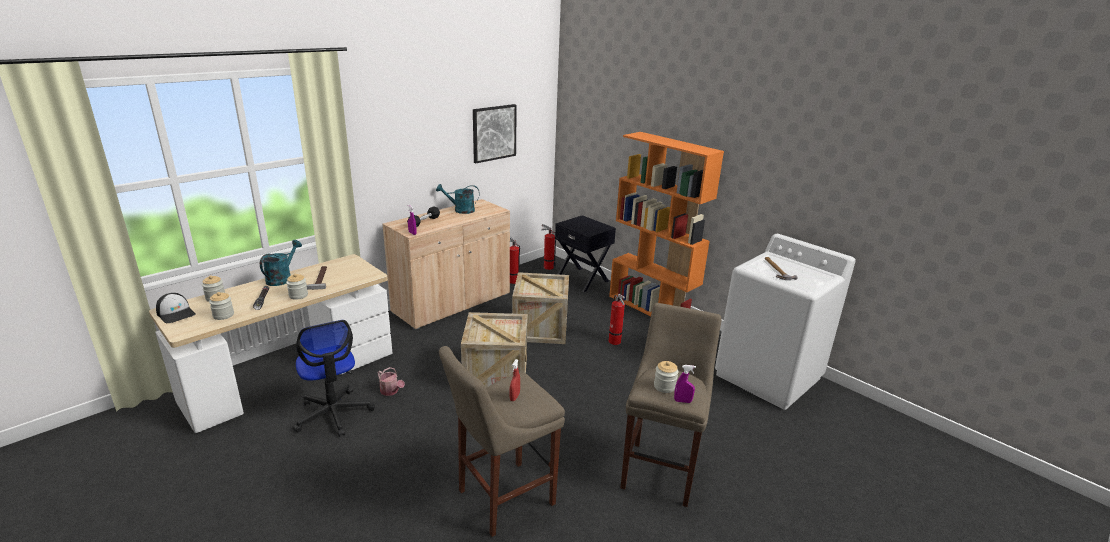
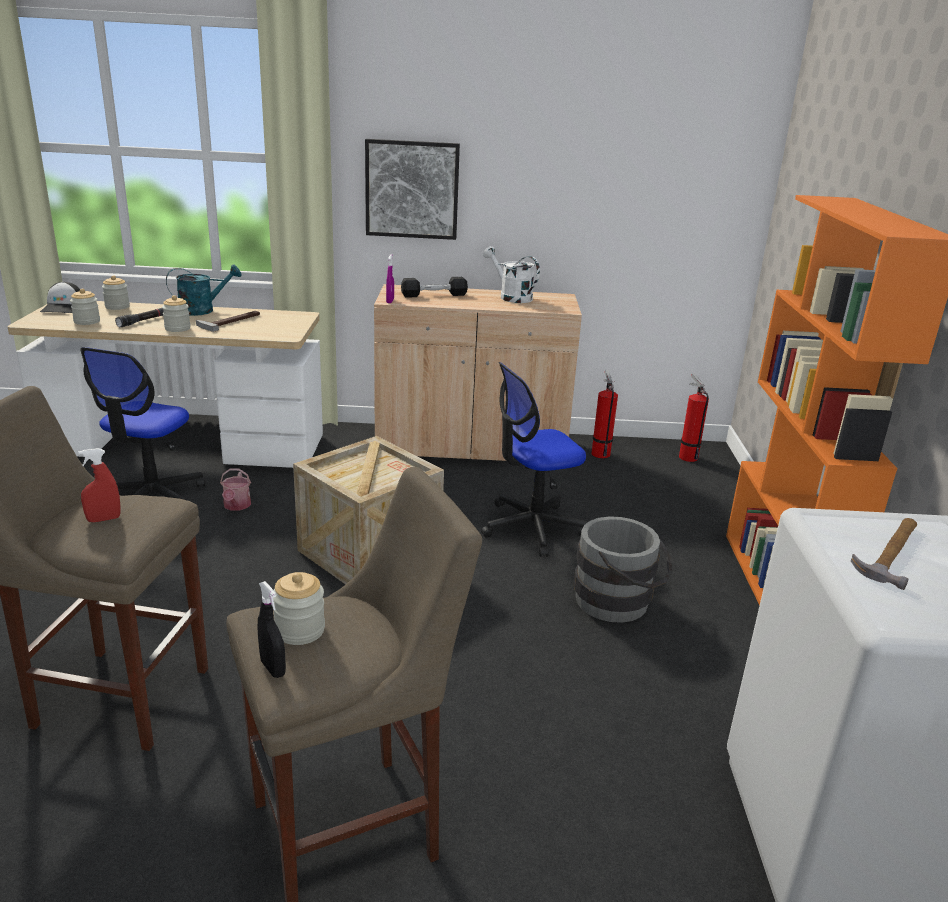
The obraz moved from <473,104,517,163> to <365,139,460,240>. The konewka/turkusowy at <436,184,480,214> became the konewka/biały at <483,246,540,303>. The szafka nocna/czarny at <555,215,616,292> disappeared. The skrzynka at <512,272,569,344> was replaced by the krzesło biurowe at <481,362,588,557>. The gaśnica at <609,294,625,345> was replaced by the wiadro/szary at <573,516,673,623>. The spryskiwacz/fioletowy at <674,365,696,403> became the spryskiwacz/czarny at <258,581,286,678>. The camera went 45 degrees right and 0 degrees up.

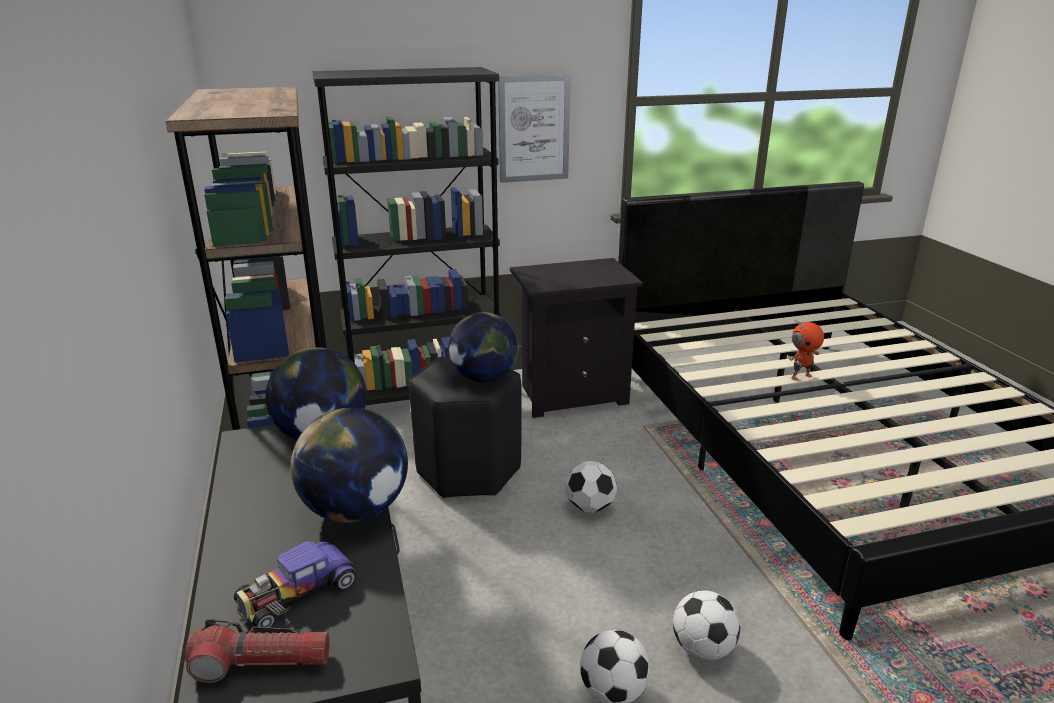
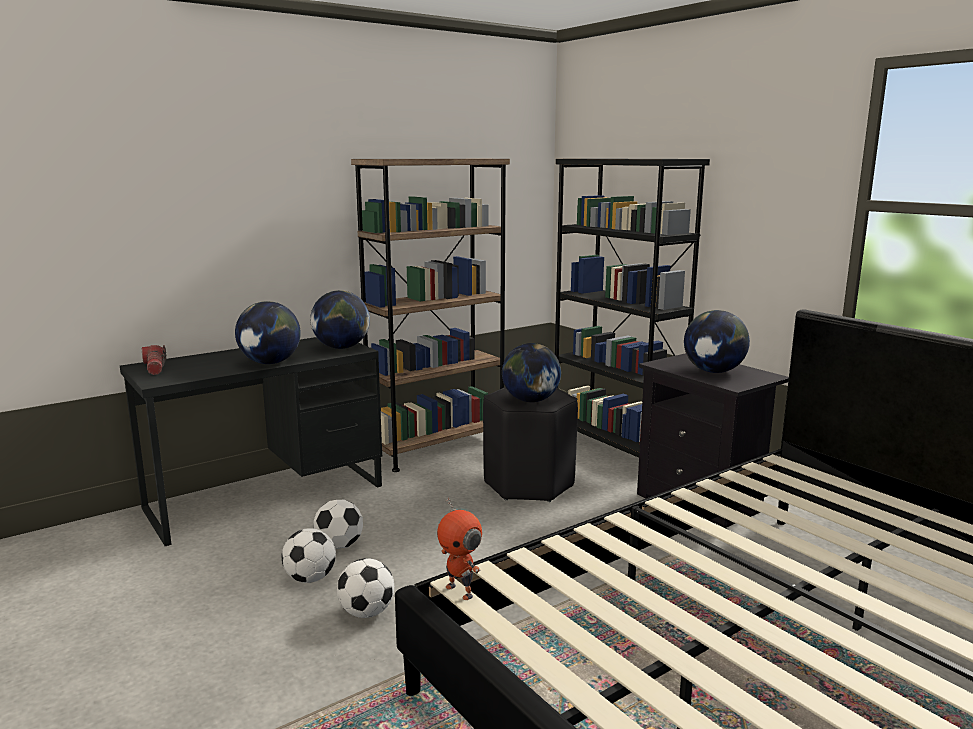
The obraz at <498,74,571,183> disappeared. The robot zabawkowy moved from <789,321,824,381> to <437,498,482,600>. The piłka futbolowa moved from <565,461,617,513> to <313,500,363,549>. The samochodzik at <234,541,356,628> disappeared. The globus at <684,310,750,373> appeared. The camera went 70 degrees right and 10 degrees down.

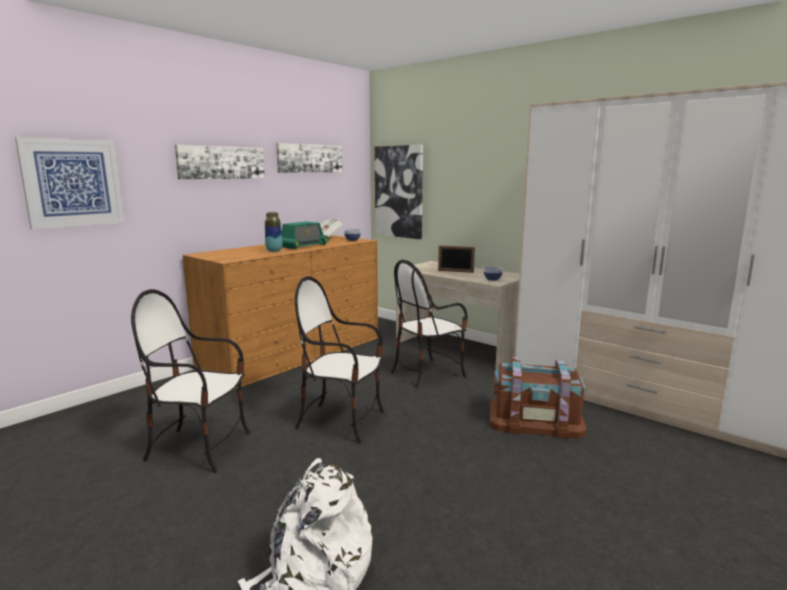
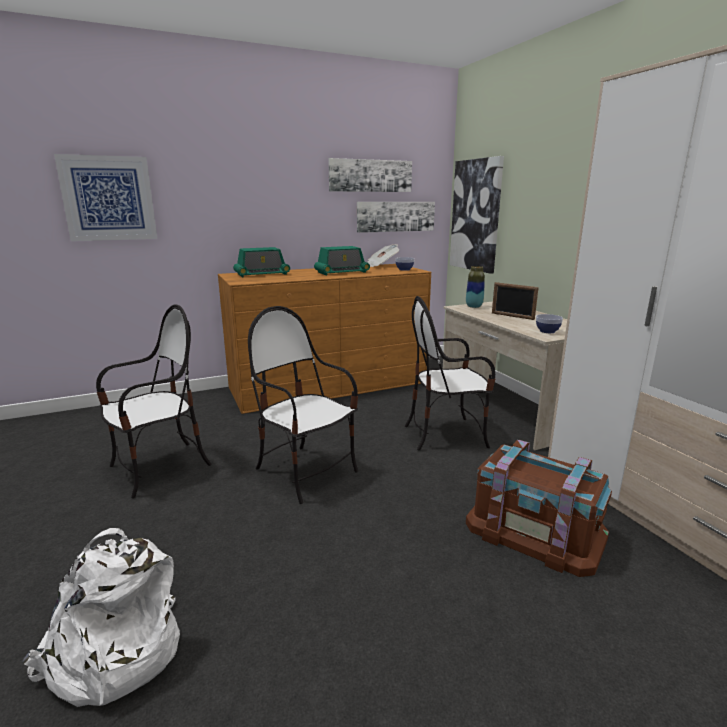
The obraz moved from <175,145,265,180> to <357,202,435,233>. The wazon moved from <265,212,283,252> to <466,266,485,308>. The krzesło at <131,289,250,473> turned 105 degrees clockwise. The radio at <233,247,290,277> appeared. The camera went 25 degrees right and 5 degrees up.

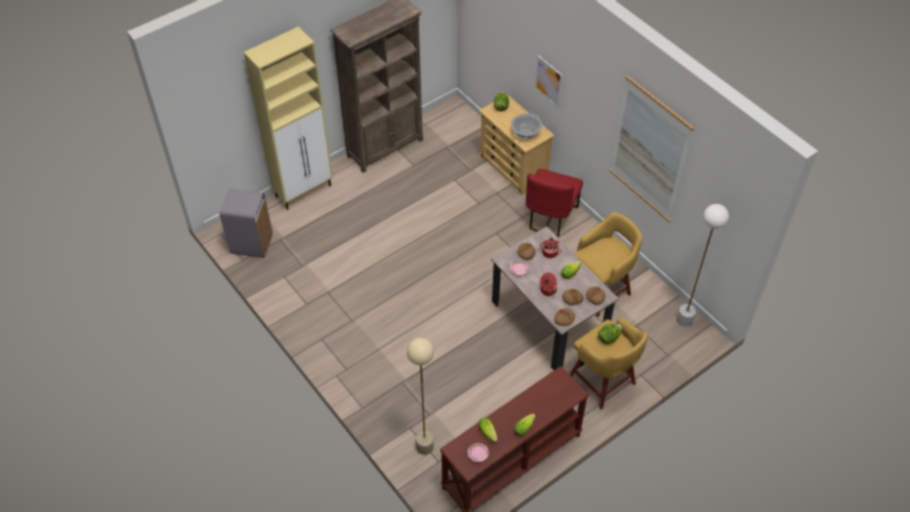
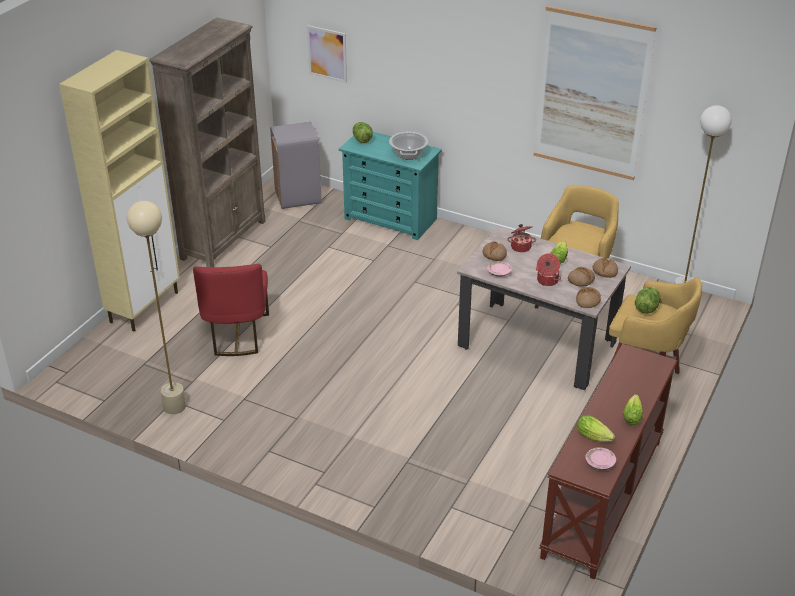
The obraz moved from <535,55,563,108> to <307,25,347,83>. The komoda/beżowy at <479,95,555,195> became the komoda/turkusowy at <339,132,442,240>. The krzesło/czerwony moved from <526,169,583,237> to <193,264,269,356>. The kosz na śmieci/szary moved from <220,189,273,258> to <270,122,322,209>. The lampa stojąca/beżowy moved from <407,338,434,455> to <127,201,186,414>. The camera went 25 degrees left and 15 degrees down.

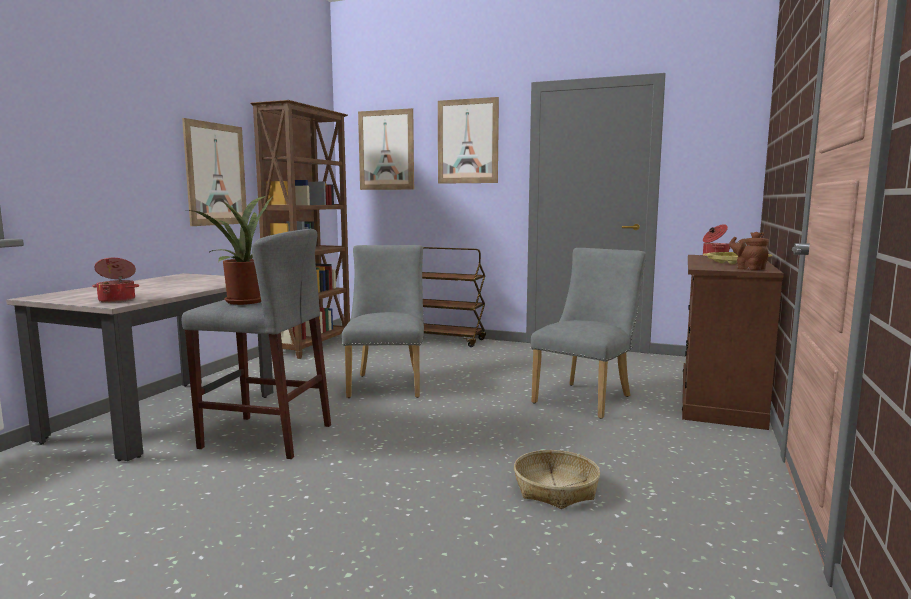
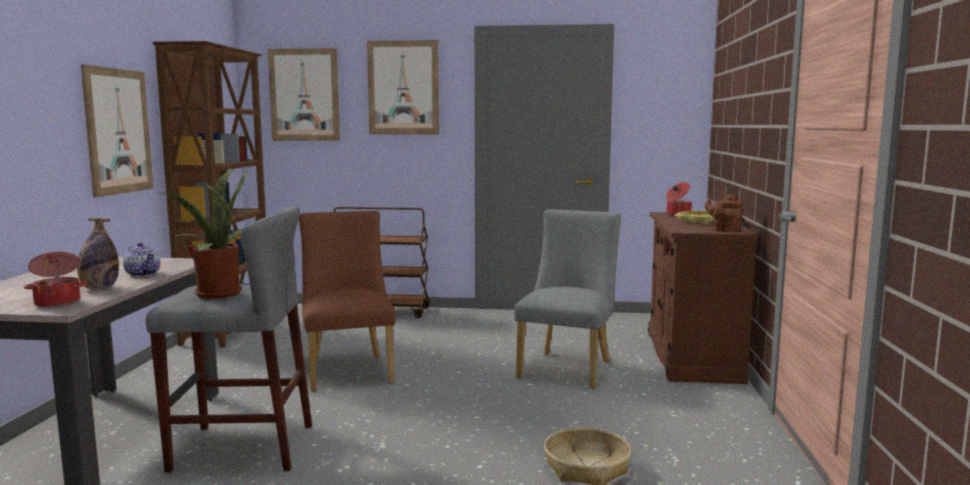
The krzesło/szary at <342,245,424,398> became the krzesło/brązowy at <299,211,396,392>. The butelka at <77,218,119,289> appeared. The imbryk at <123,242,160,277> appeared. The camera went 15 degrees left and 0 degrees up.

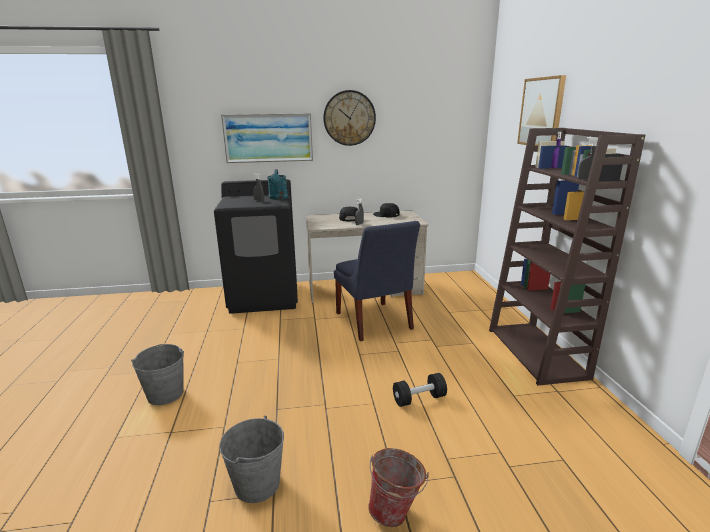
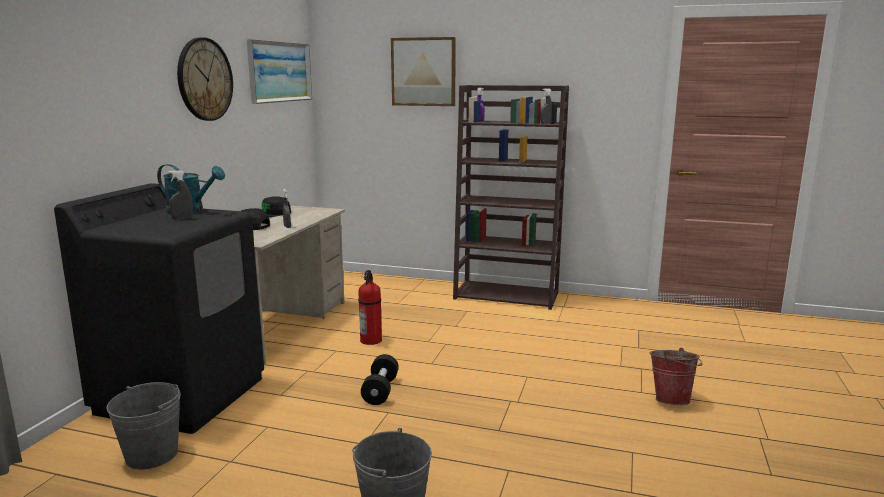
The obraz moved from <221,113,313,163> to <247,39,312,104>. The krzesło/niebieski at <334,221,420,341> was replaced by the gaśnica at <358,270,382,345>. The hantel/czarny moved from <393,373,447,407> to <361,354,399,405>. The wiadro/szary moved from <219,416,284,503> to <106,382,181,469>. The camera went 65 degrees left and 5 degrees down.

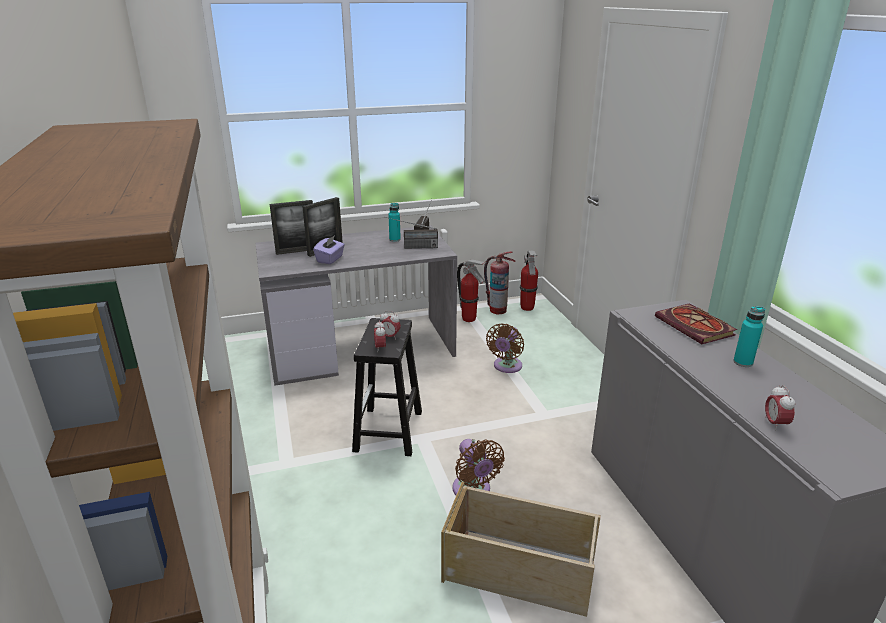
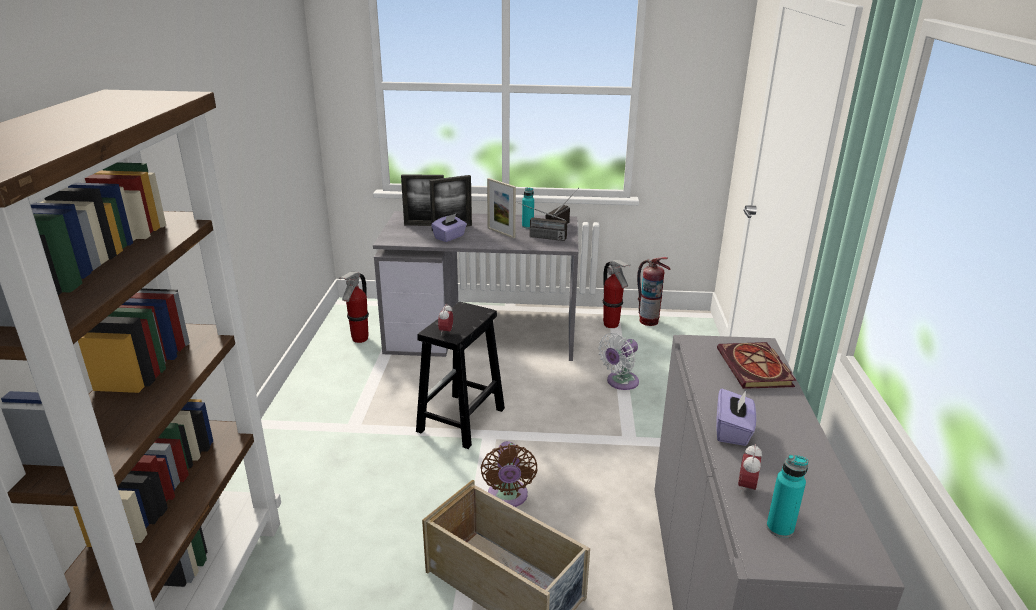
The gaśnica moved from <520,251,538,311> to <339,272,369,343>. The butelka/turkusowy moved from <733,306,765,367> to <766,454,808,538>. The budzik at <380,311,401,340> disappeared. The wentylator/brązowy at <486,323,524,373> became the wentylator/biały at <598,333,639,390>. The ramka na zdjęcie at <487,178,516,238> appeared. The pudełko chusteczek/fioletowy at <716,389,756,446> appeared. The camera went 20 degrees right and 0 degrees up.

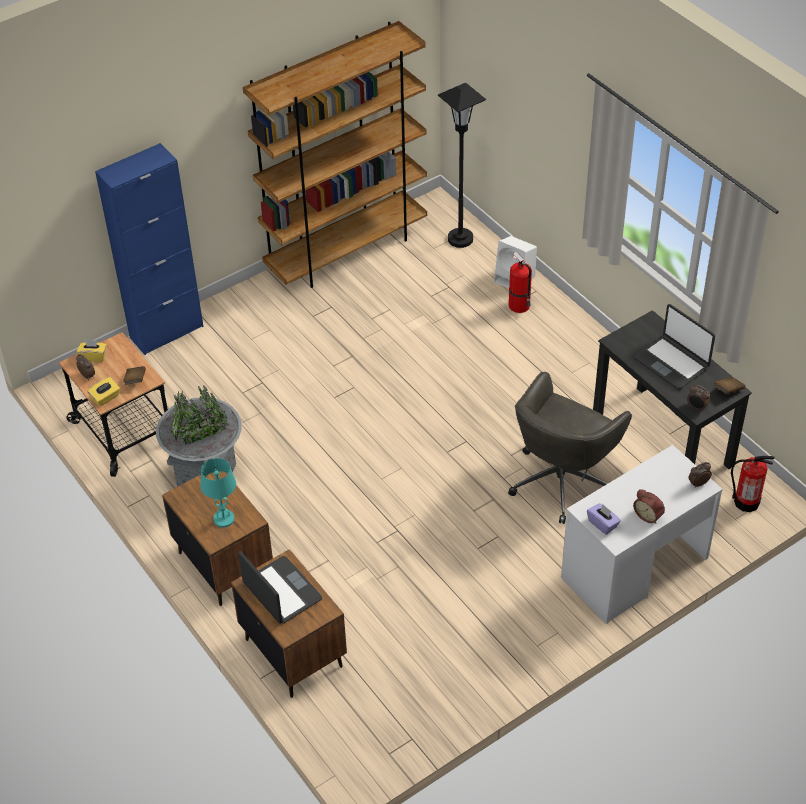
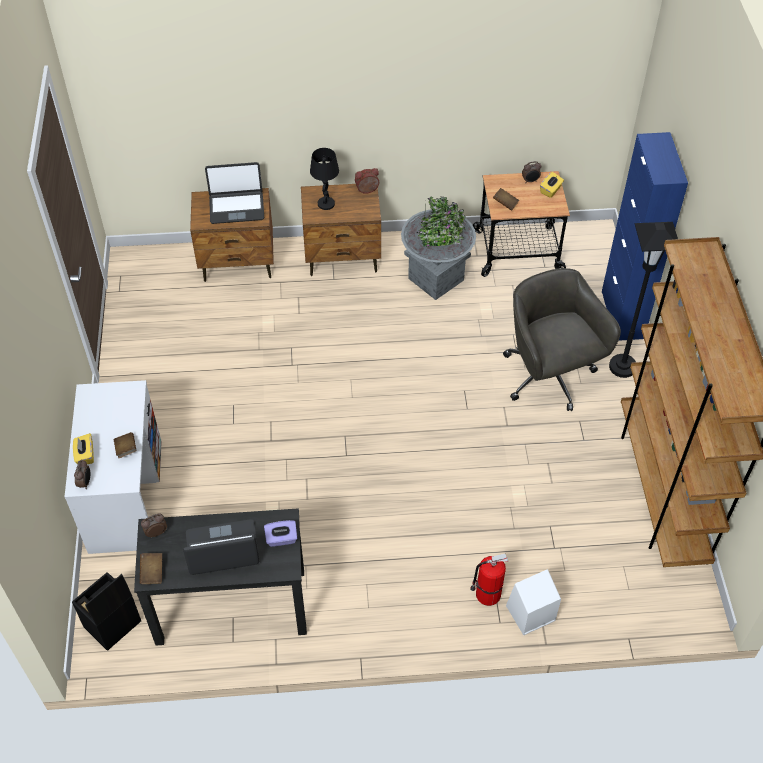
The lampa stojąca/czarny moved from <438,83,486,248> to <609,222,678,378>. The krzesło biurowe/szary moved from <508,372,632,524> to <503,268,621,411>. The pudełko chusteczek/żółty moved from <88,377,120,406> to <73,433,94,464>. The gaśnica at <731,456,775,512> was replaced by the pojemnik do przechowywania/czarny at <72,572,141,651>. The lampa stołowa/turkusowy at <200,458,236,528> became the lampa stołowa/czarny at <310,148,339,210>. The budzik moved from <633,489,665,524> to <355,168,379,194>. The pudełko chusteczek/fioletowy moved from <587,503,621,535> to <264,520,297,547>. The książka/brązowy at <114,432,137,458> appeared. The camera went 120 degrees right and 5 degrees up.

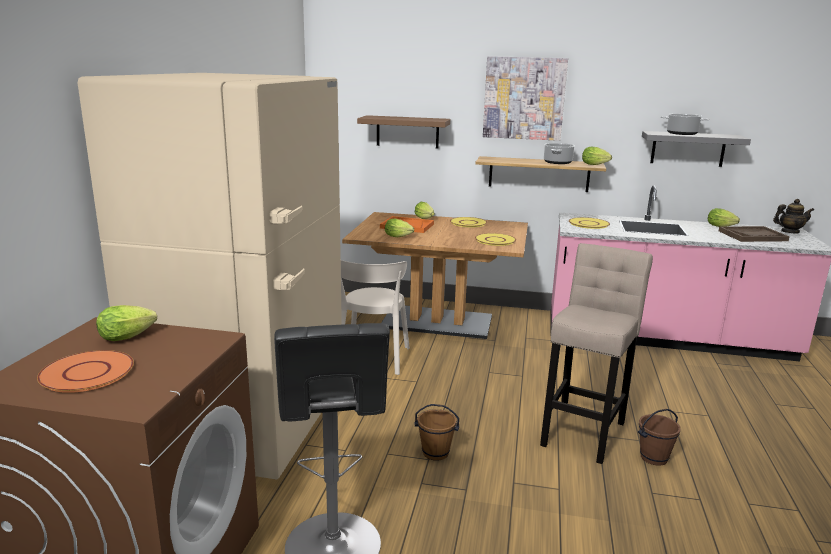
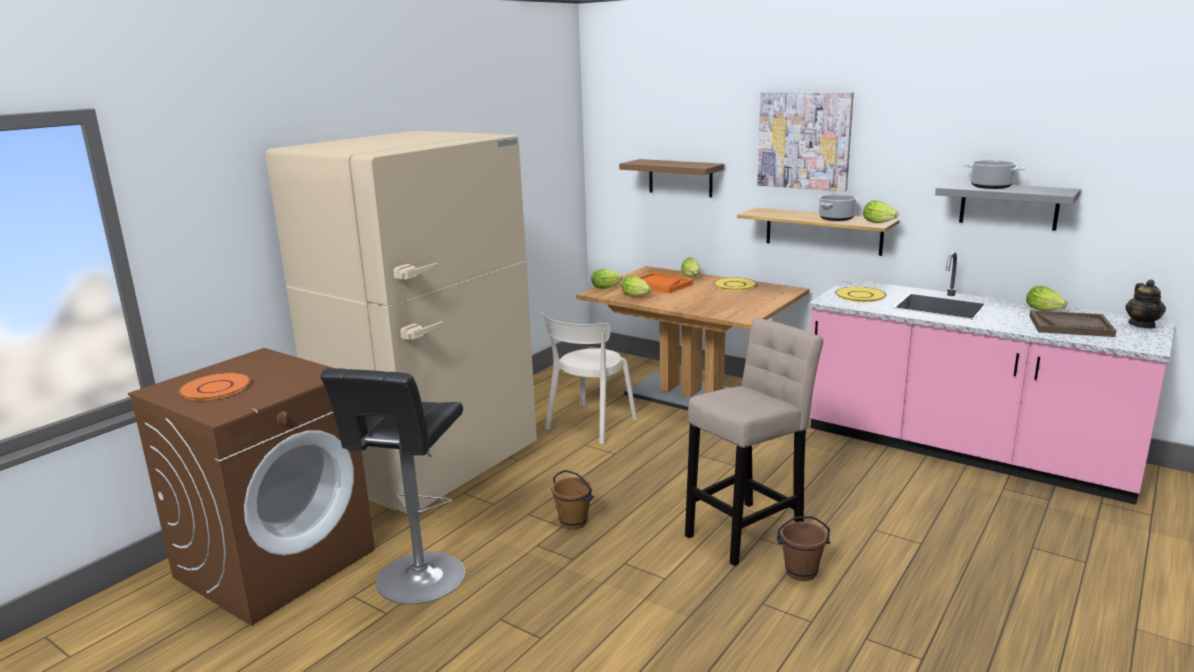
The imbryk at <773,199,814,233> turned 75 degrees clockwise. The talerz/żółty at <475,233,516,246> disappeared. The sałata moved from <96,305,157,341> to <591,269,623,289>. The camera went 25 degrees right and 0 degrees up.

